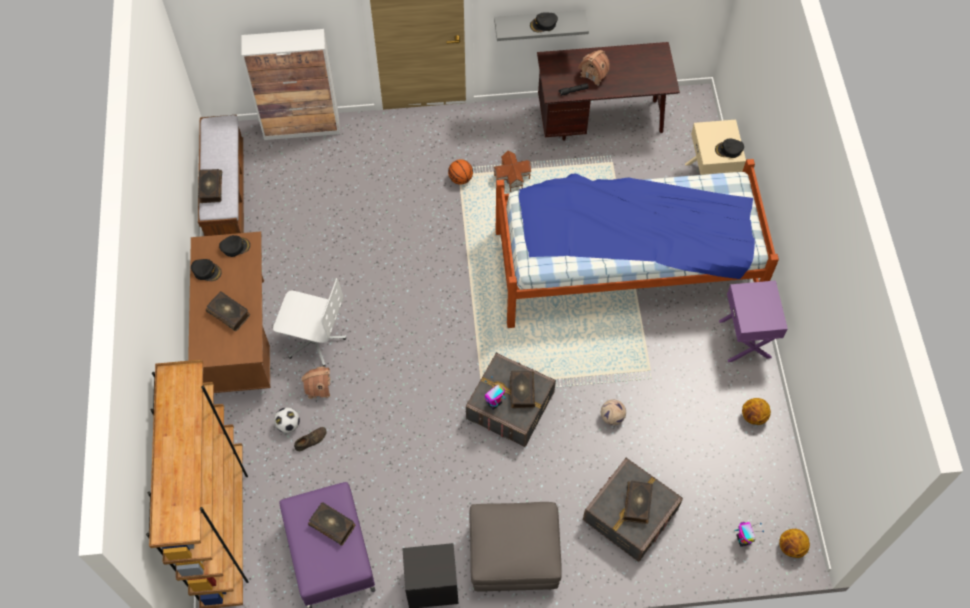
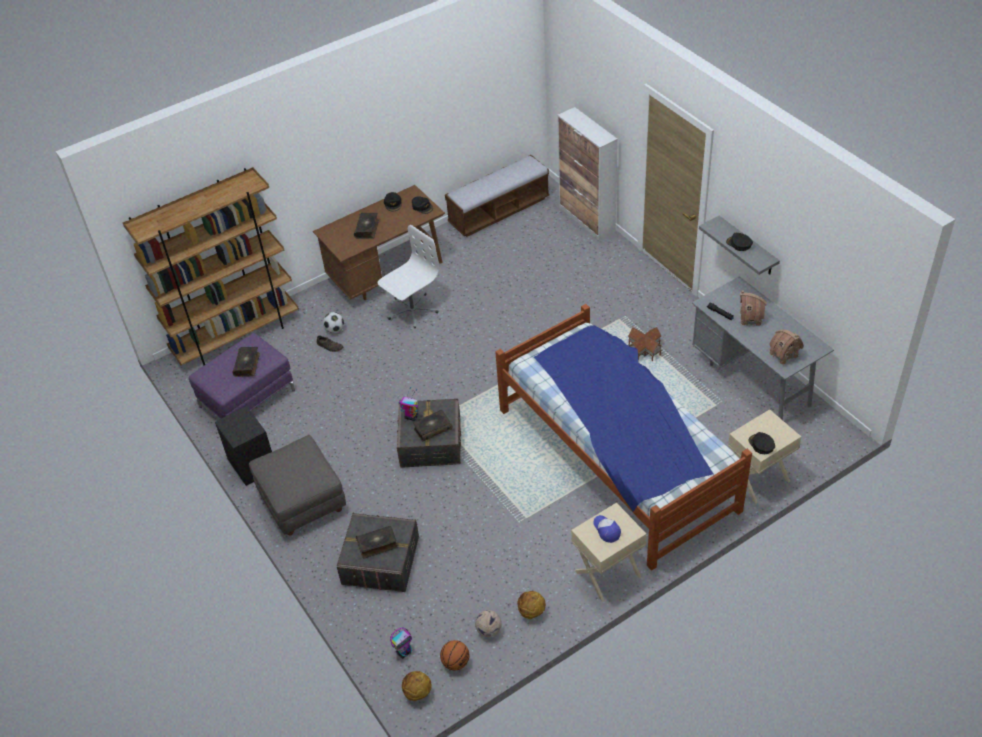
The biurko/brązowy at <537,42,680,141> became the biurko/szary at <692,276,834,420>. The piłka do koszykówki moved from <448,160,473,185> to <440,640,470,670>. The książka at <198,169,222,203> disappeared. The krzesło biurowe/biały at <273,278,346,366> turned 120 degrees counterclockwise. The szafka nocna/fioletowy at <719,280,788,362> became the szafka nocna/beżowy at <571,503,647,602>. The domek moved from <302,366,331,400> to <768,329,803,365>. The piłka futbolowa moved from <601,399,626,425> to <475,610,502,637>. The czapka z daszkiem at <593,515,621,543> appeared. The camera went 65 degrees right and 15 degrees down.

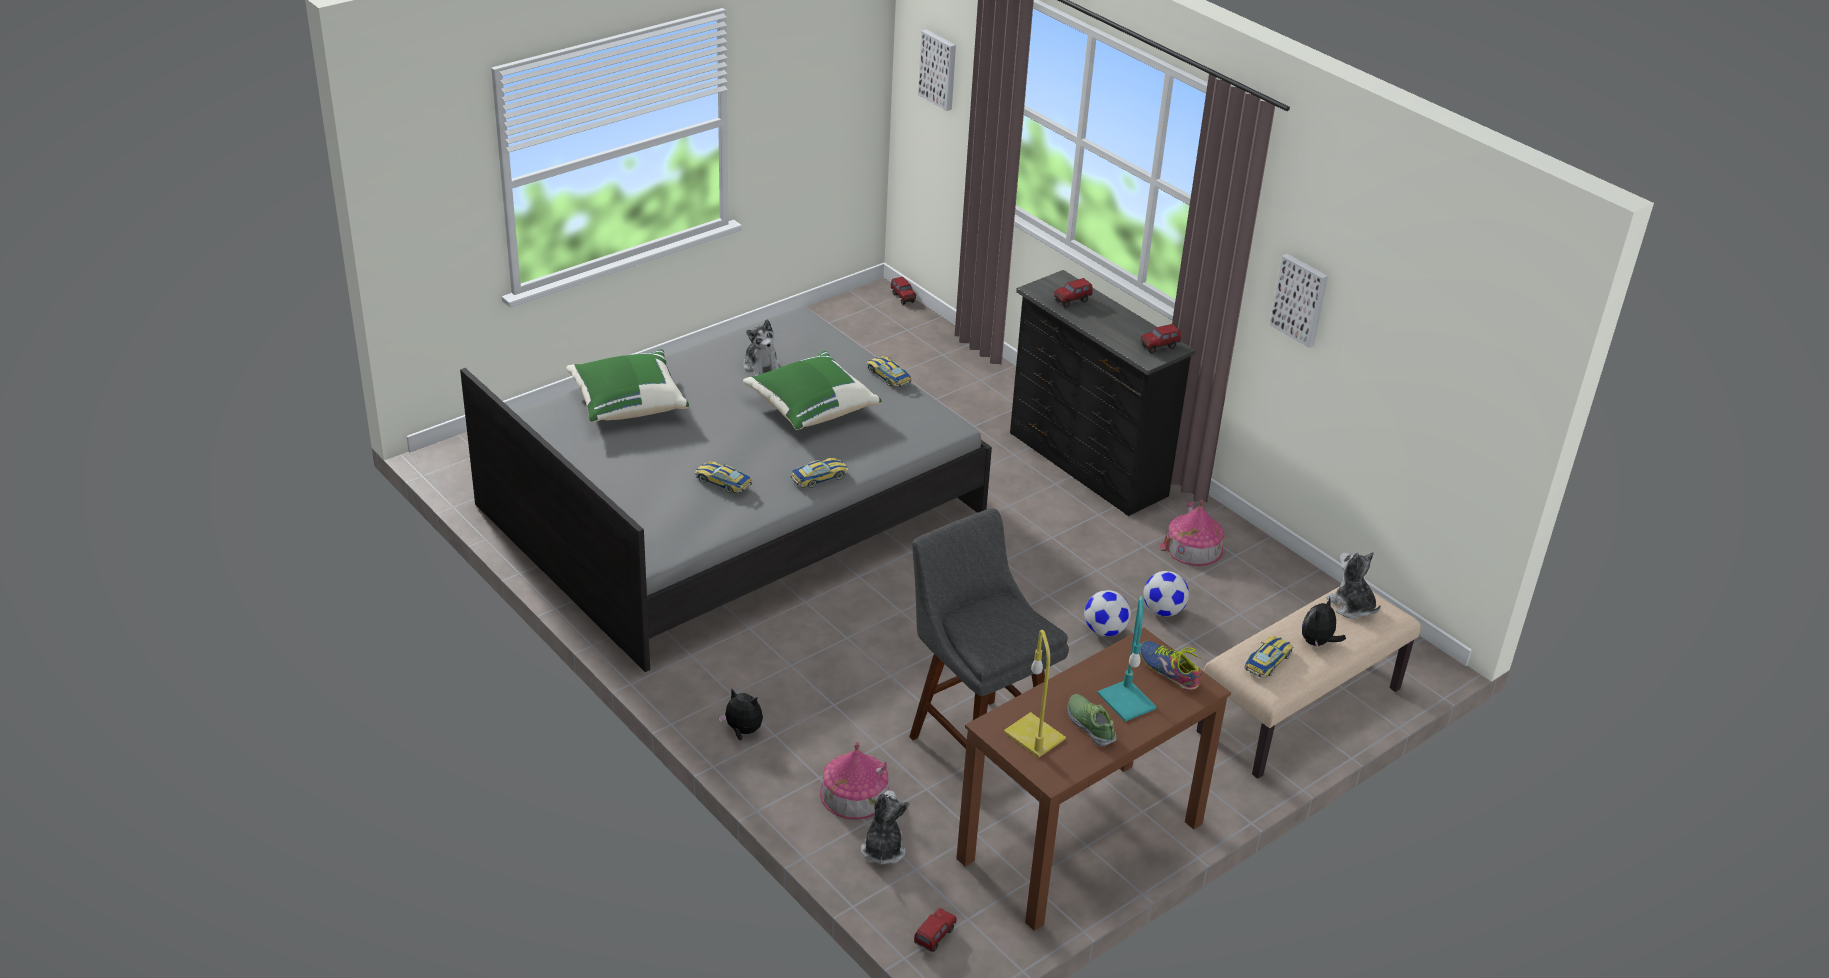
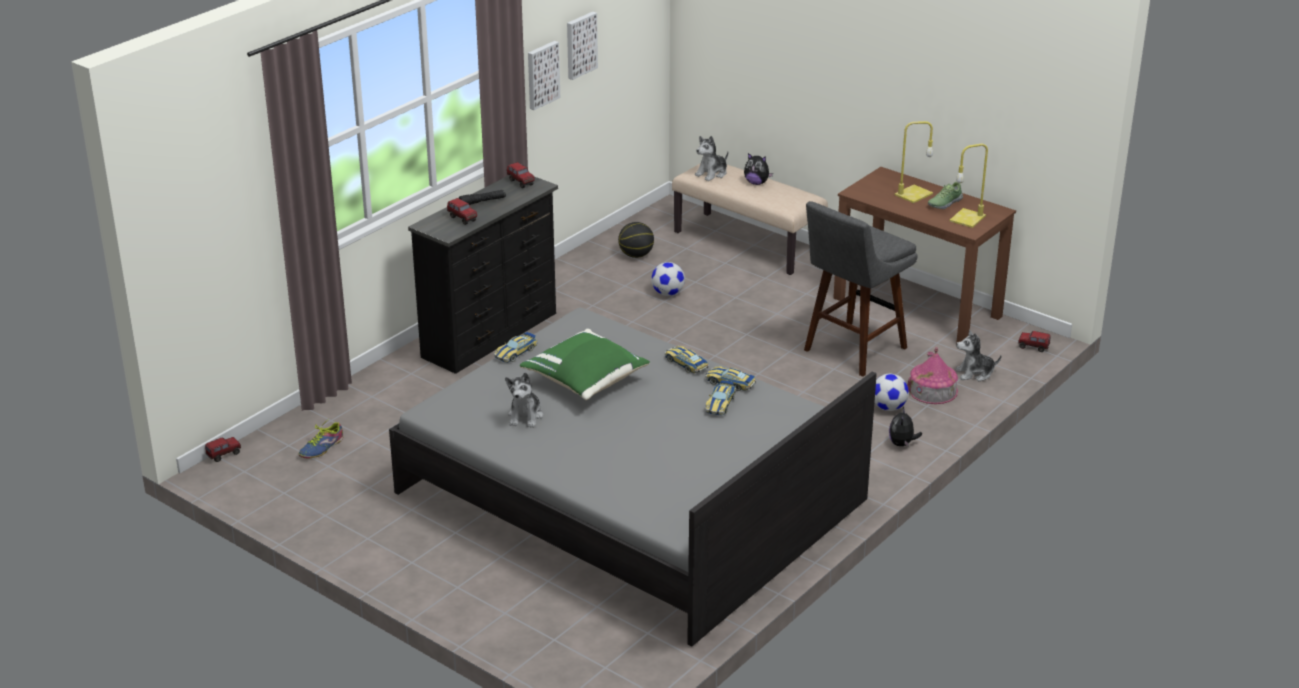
The obraz moved from <918,30,956,111> to <567,12,598,80>. The pluszak at <743,320,779,376> turned 135 degrees clockwise. The poduszka/zielony at <566,349,689,422> disappeared. The domek at <1159,499,1224,566> disappeared. The piłka futbolowa moved from <1084,590,1131,636> to <874,374,909,411>. The lampa stołowa/turkusowy at <1097,596,1157,722> became the lampa stołowa/żółty at <895,121,933,203>. The samochodzik moved from <1244,636,1293,678> to <706,367,756,391>. The but moved from <1140,641,1202,691> to <299,420,343,458>. The latarka/czarny at <459,190,506,205> appeared. The piłka do koszykówki at <618,222,654,258> appeared. The camera went 100 degrees left and 5 degrees down.

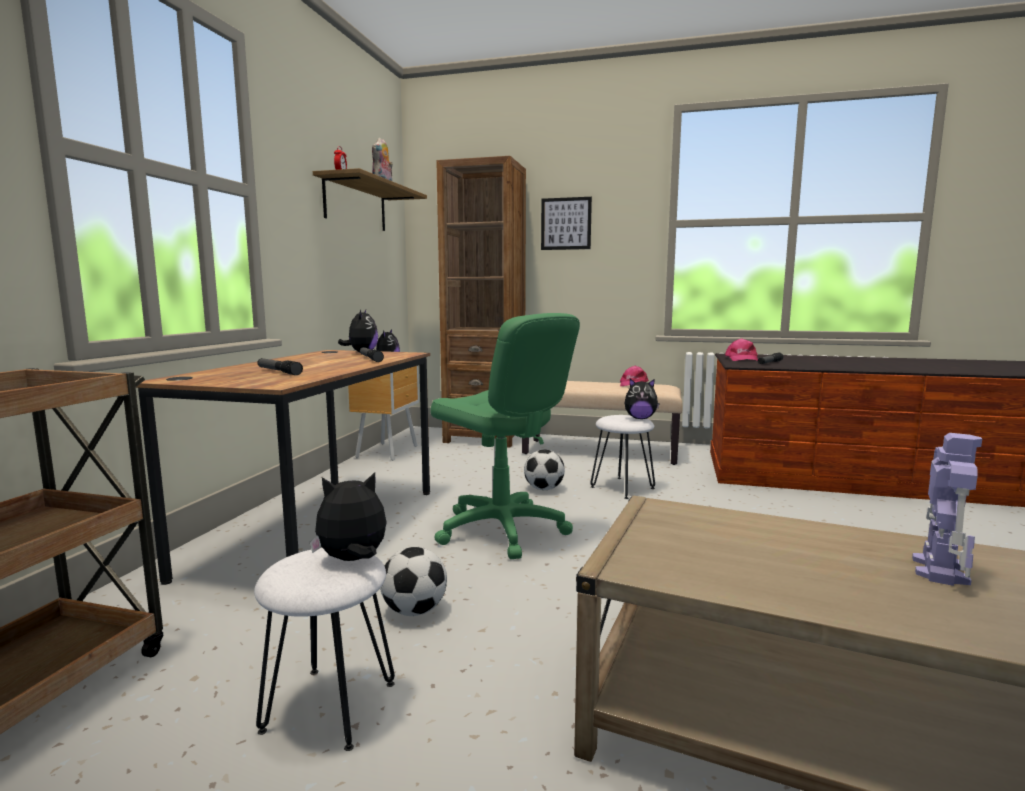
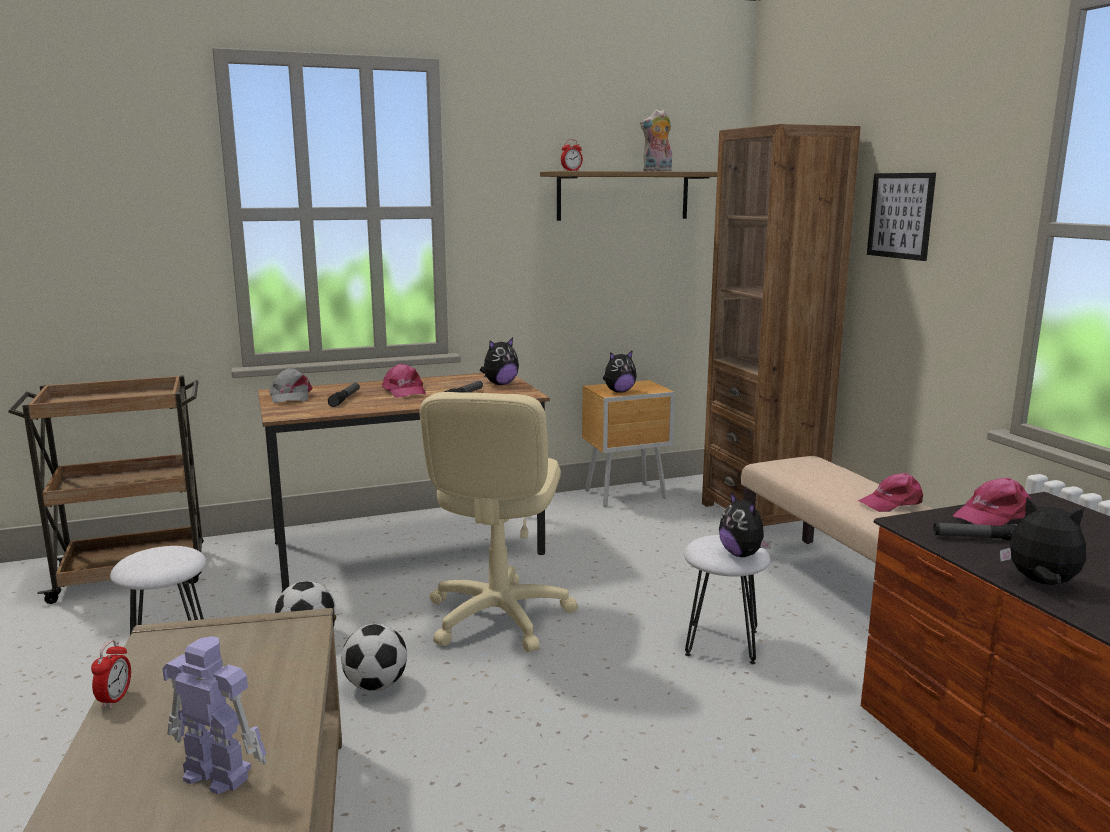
The krzesło biurowe/zielony at <430,313,580,559> became the krzesło biurowe/beżowy at <420,392,578,652>. The robot zabawkowy at <912,433,982,586> turned 150 degrees counterclockwise. The piłka futbolowa moved from <524,449,565,490> to <341,624,407,691>. The pluszak moved from <310,472,387,561> to <1000,497,1086,585>. The czapka z daszkiem/różowy at <382,364,426,398> appeared. The czapka z daszkiem/szary at <269,368,313,403> appeared. The budzik at <91,640,131,709> appeared. The camera went 55 degrees right and 5 degrees up.

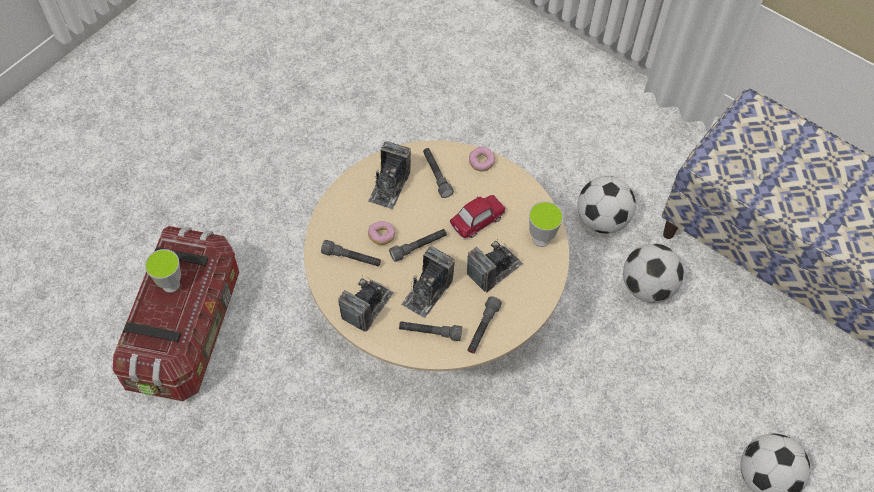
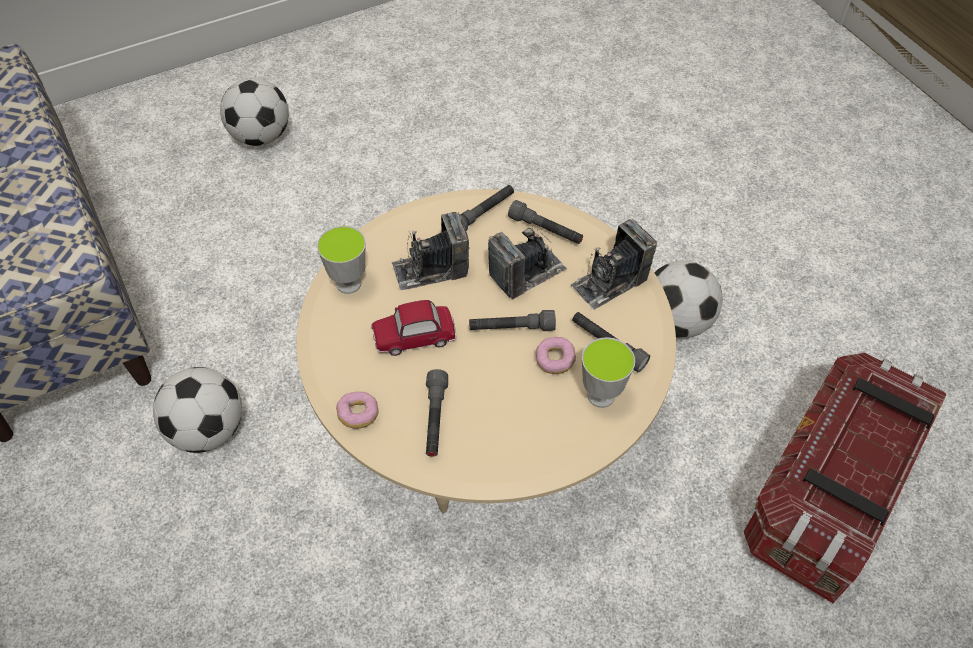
The aparat fotograficzny at <368,141,411,209> disappeared. The piłka futbolowa moved from <623,243,684,303> to <654,261,723,338>. The filiżanka moved from <145,249,181,293> to <582,337,635,408>. The camera went 155 degrees left and 5 degrees down.

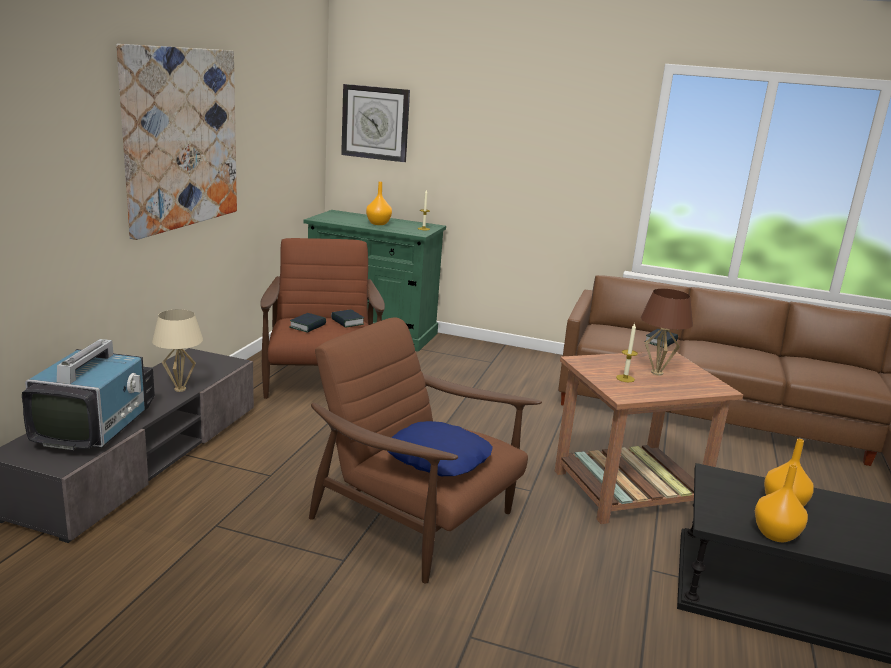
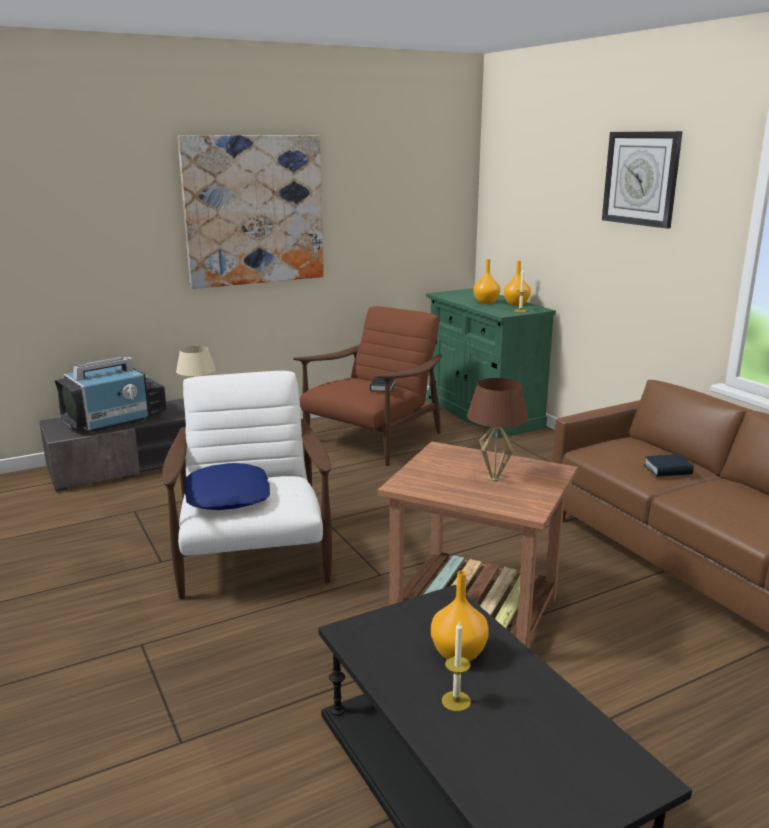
The zegar ścienny moved from <341,84,410,162> to <602,131,683,229>. The książka at <289,313,326,333> disappeared. The fotel/brązowy at <309,317,542,584> became the fotel/biały at <162,371,332,600>. The świeca moved from <616,323,638,382> to <442,620,471,711>. The wazon/pomarańczowy moved from <755,464,808,542> to <504,261,531,306>. The camera went 45 degrees right and 0 degrees up.

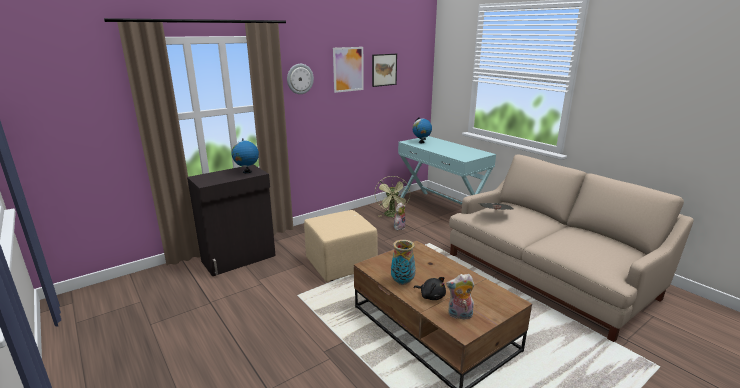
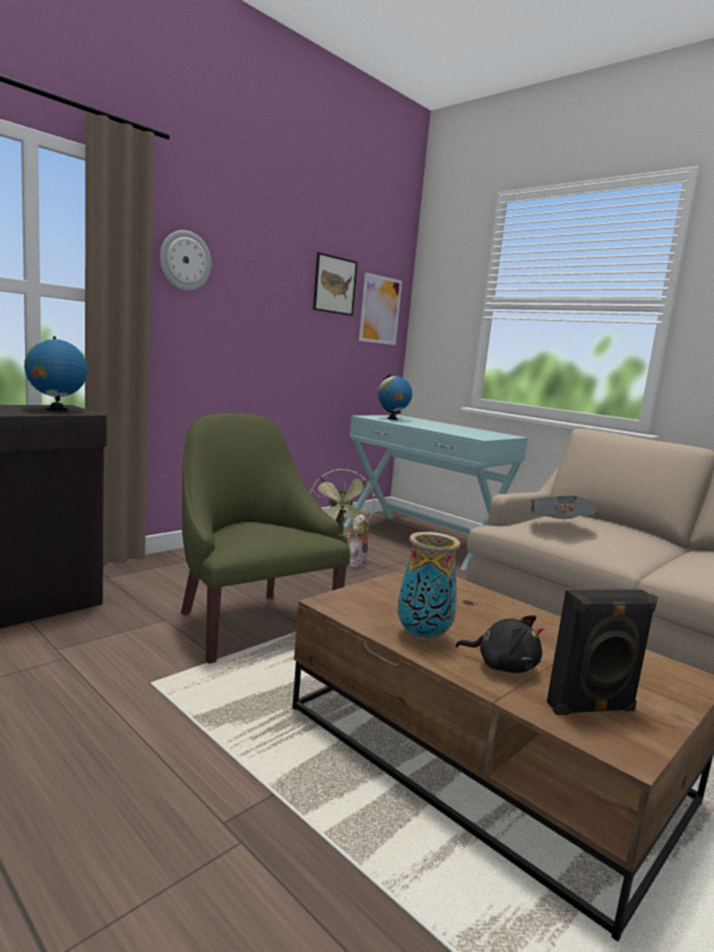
The obraz moved from <333,47,364,93> to <359,272,402,345>. The pufa/beżowy at <304,210,378,282> was replaced by the fotel/zielony at <181,412,350,664>. The pluszak at <446,274,475,320> was replaced by the głośnik/czarny at <547,589,658,715>. The camera went 10 degrees left and 10 degrees down.

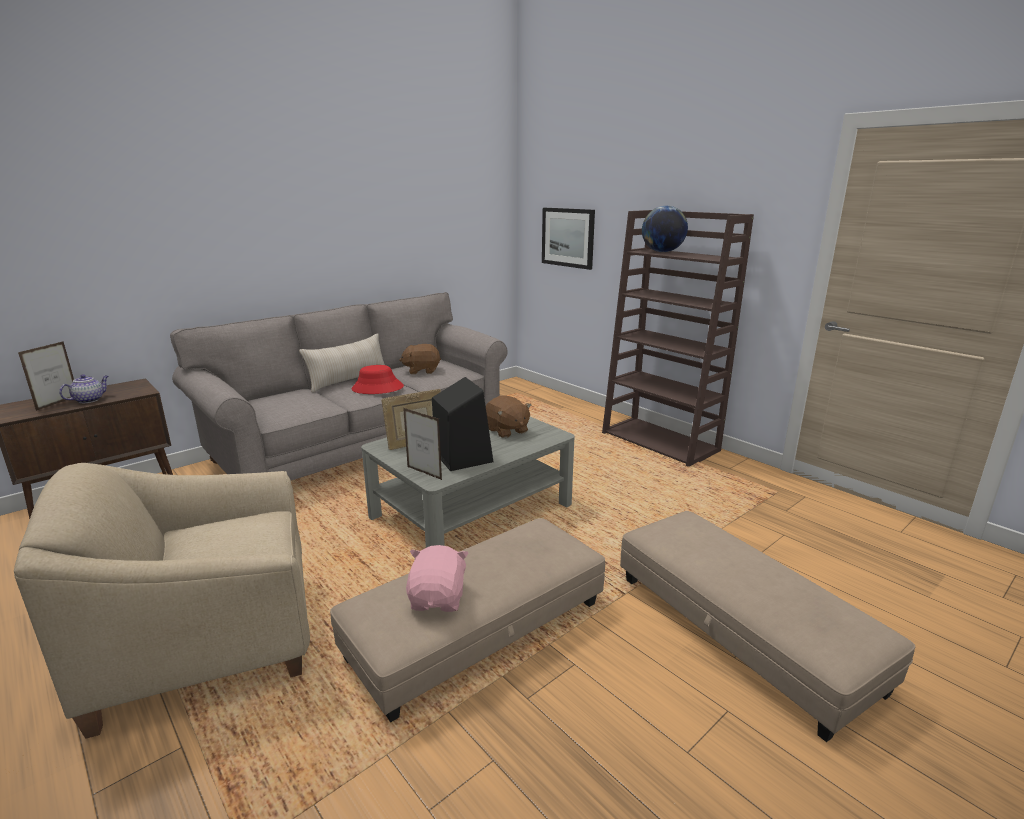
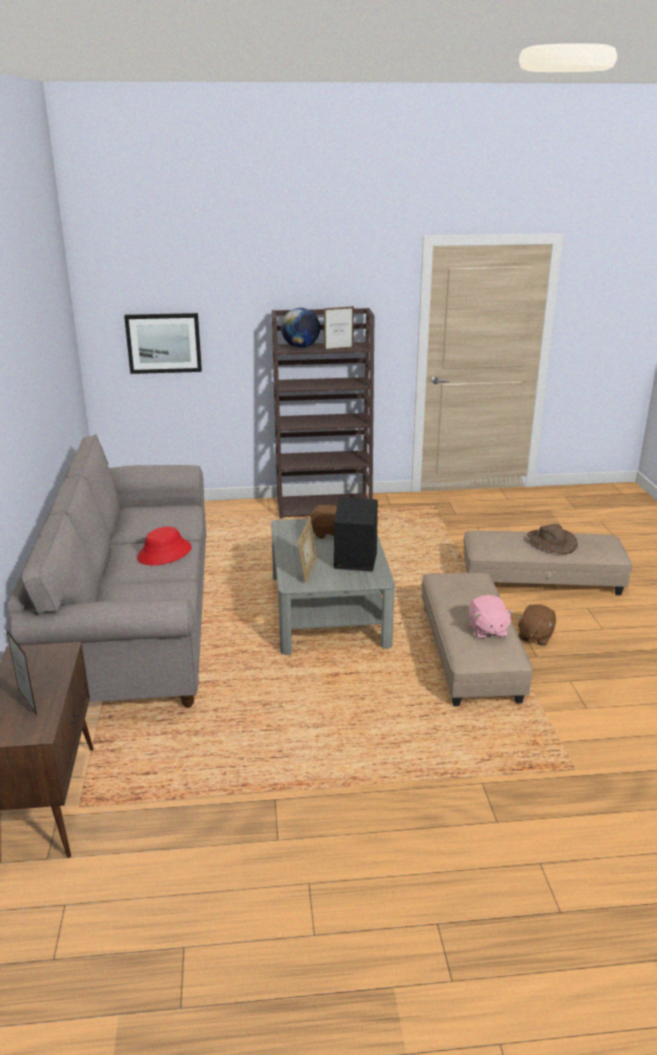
The poduszka/beżowy at <299,333,385,392> disappeared. The pluszak/brązowy moved from <399,344,441,374> to <517,604,556,646>. The imbryk at <59,374,108,403> disappeared. The ramka na zdjęcie moved from <403,408,442,480> to <324,306,354,351>. The fotel/beżowy at <14,463,310,739> disappeared. The pluszak/różowy at <406,545,469,612> turned 135 degrees counterclockwise. The kapelusz/brązowy at <527,524,577,554> appeared. The camera went 55 degrees left and 5 degrees up.

